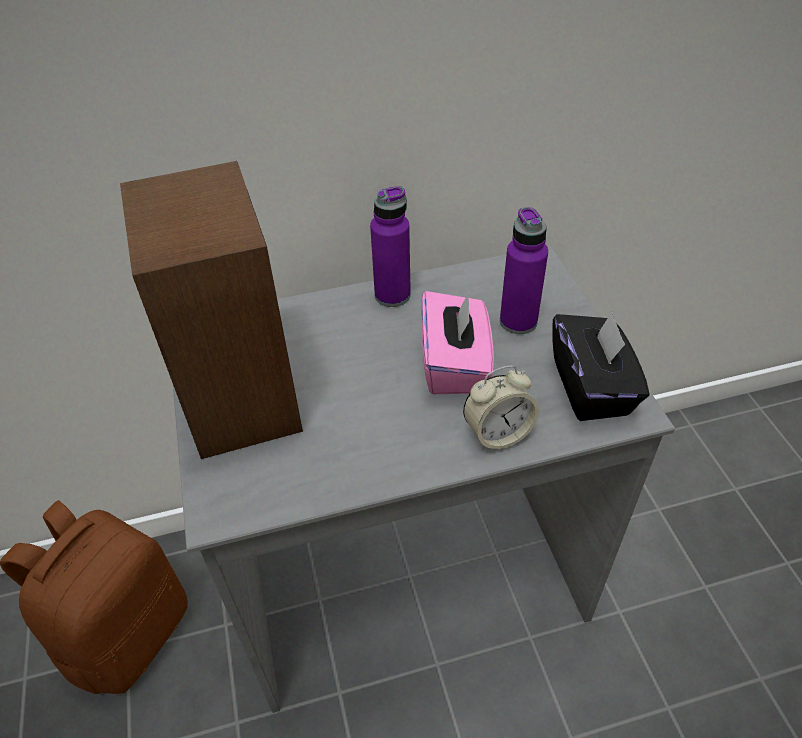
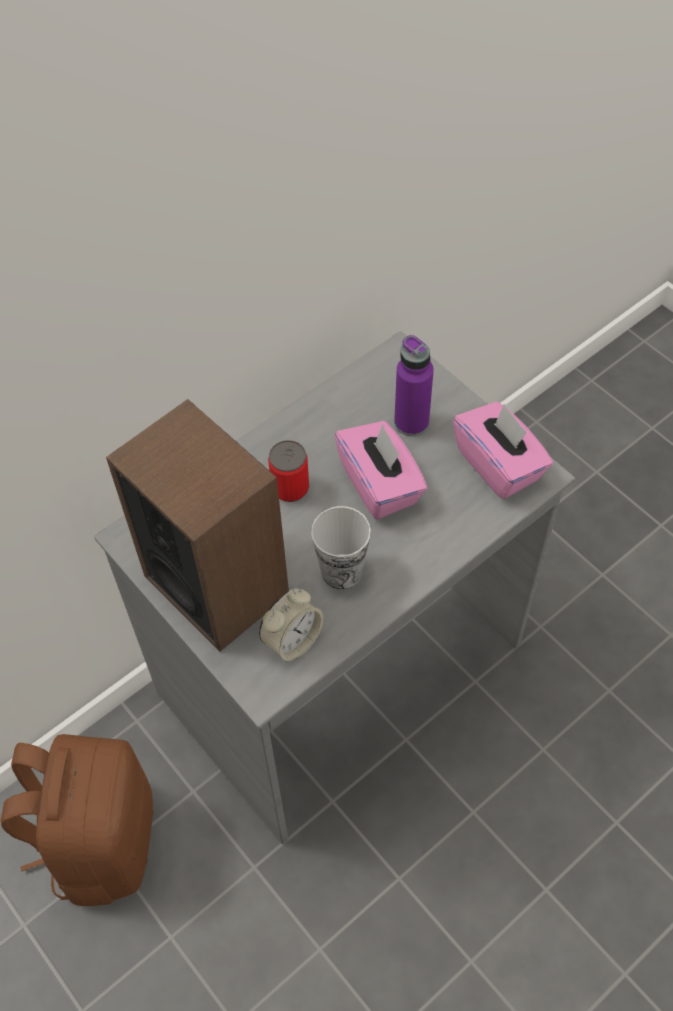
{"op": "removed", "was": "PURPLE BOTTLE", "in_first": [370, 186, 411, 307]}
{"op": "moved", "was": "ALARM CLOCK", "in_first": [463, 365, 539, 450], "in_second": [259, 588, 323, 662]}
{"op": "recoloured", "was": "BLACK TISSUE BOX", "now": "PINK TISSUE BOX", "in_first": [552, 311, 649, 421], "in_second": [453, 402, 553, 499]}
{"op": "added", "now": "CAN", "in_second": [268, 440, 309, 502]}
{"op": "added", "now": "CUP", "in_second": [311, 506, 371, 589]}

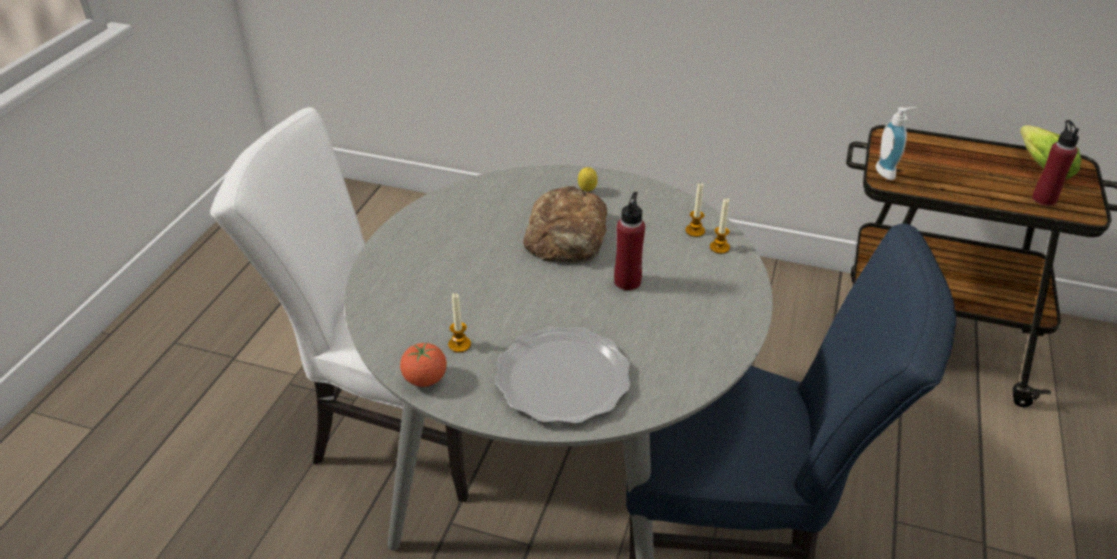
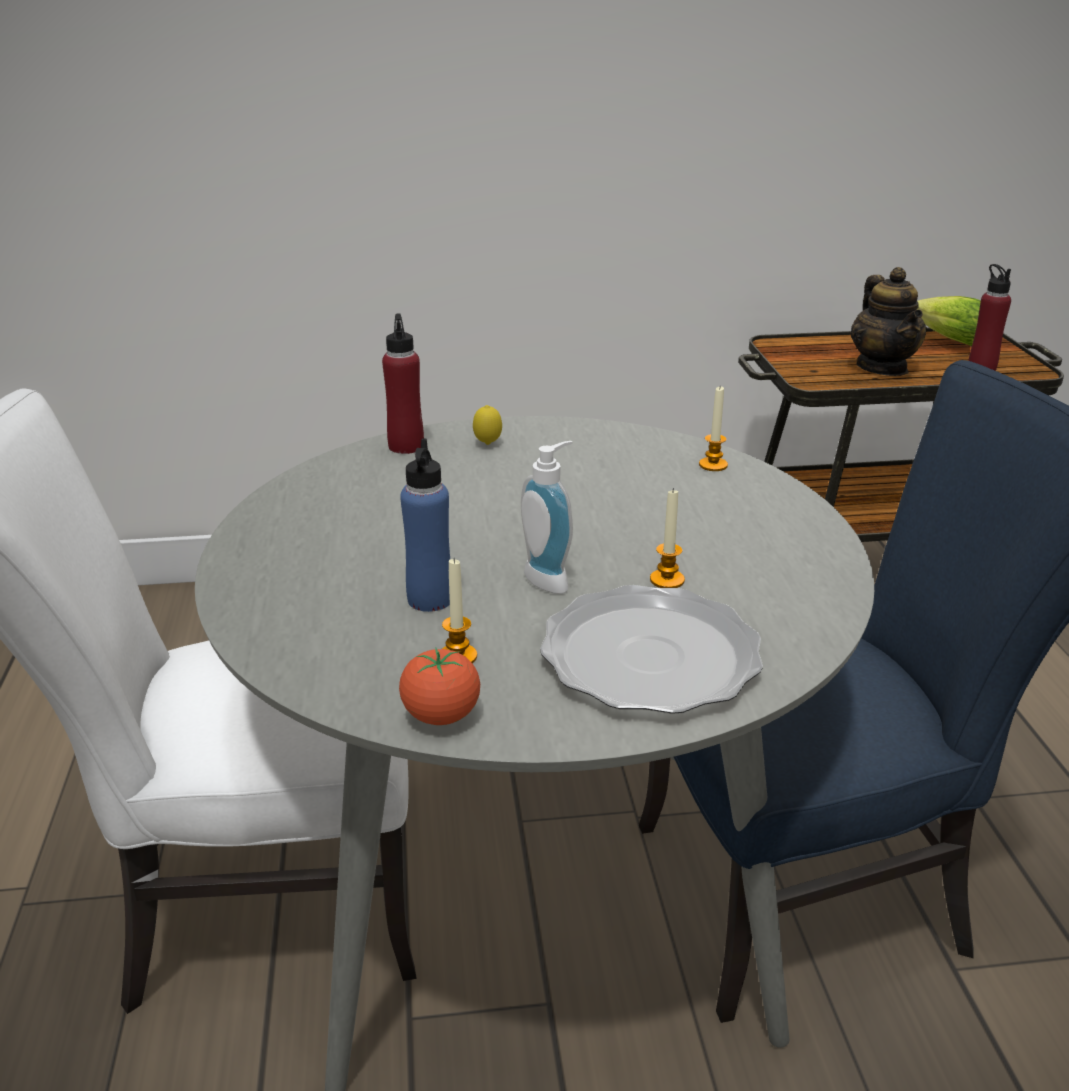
{"op": "removed", "was": "BREAD", "in_first": [523, 186, 607, 263]}
{"op": "moved", "was": "RED BOTTLE", "in_first": [614, 192, 645, 290], "in_second": [382, 314, 424, 454]}
{"op": "moved", "was": "CANDLE", "in_first": [685, 183, 705, 237], "in_second": [650, 488, 685, 588]}
{"op": "moved", "was": "SOAP DISPENSER", "in_first": [876, 107, 916, 180], "in_second": [521, 441, 573, 594]}
{"op": "added", "now": "BLUE BOTTLE", "in_second": [400, 438, 450, 612]}
{"op": "added", "now": "TEAPOT", "in_second": [851, 267, 927, 376]}

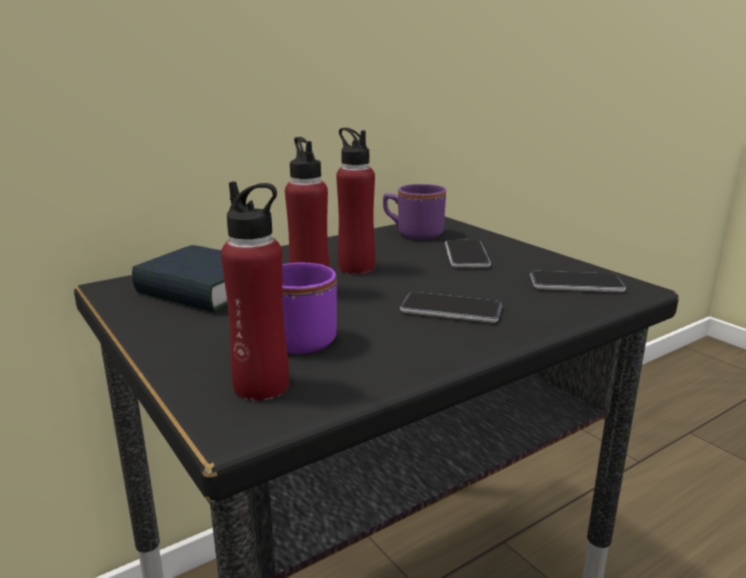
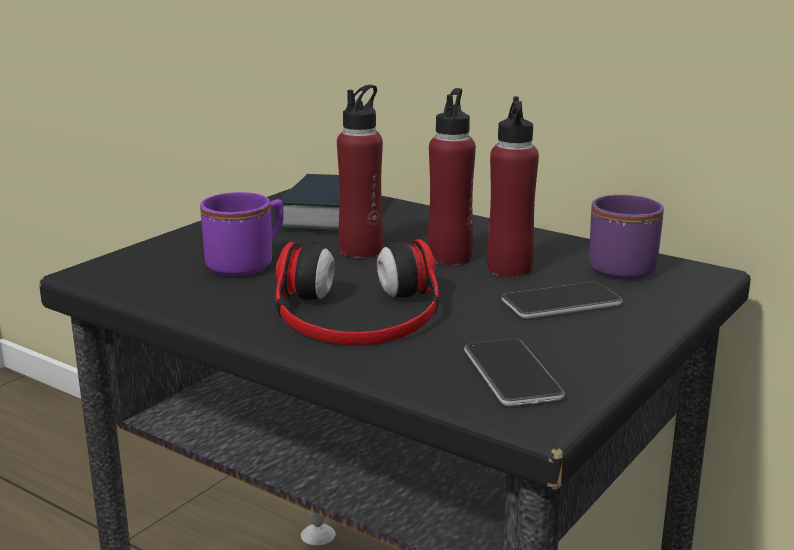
{"op": "moved", "was": "RED BOTTLE", "in_first": [221, 182, 289, 401], "in_second": [487, 96, 539, 277]}
{"op": "replaced", "was": "PHONE", "now": "HEADPHONES", "in_first": [400, 292, 502, 323], "in_second": [276, 239, 439, 345]}

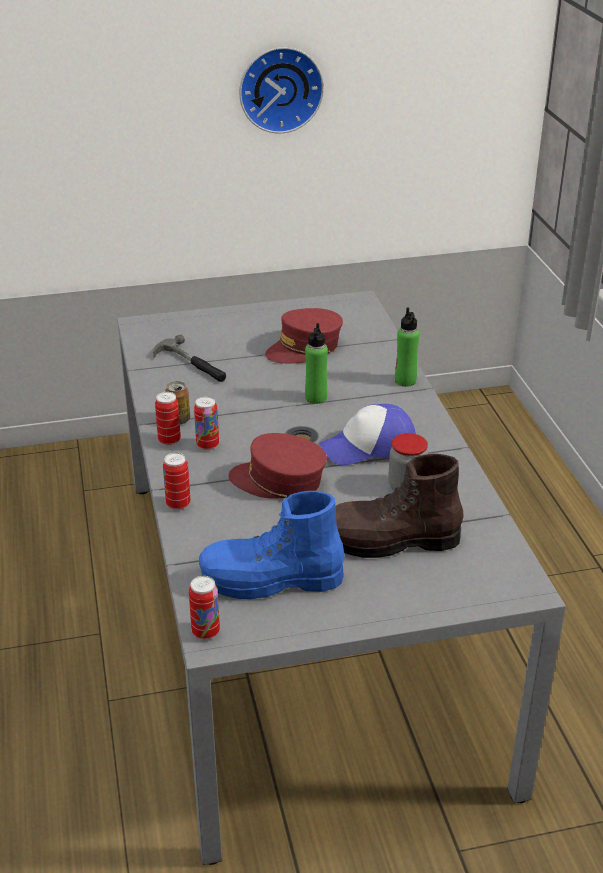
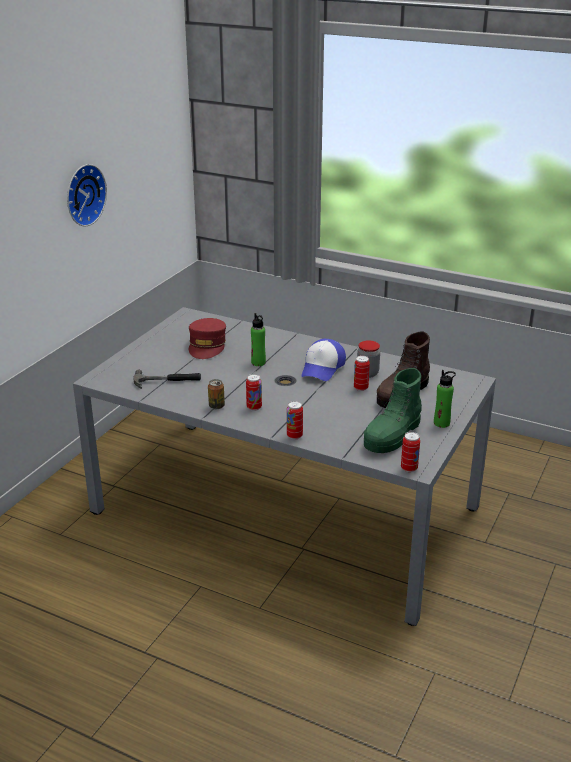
{"op": "moved", "was": "CAN", "in_first": [155, 392, 181, 445], "in_second": [354, 355, 370, 391]}
{"op": "recoloured", "was": "BLUE BOOT", "now": "GREEN BOOT", "in_first": [199, 491, 345, 599], "in_second": [364, 368, 422, 453]}
{"op": "removed", "was": "RED CAP", "in_first": [228, 433, 327, 499]}
{"op": "moved", "was": "GREEN BOTTLE", "in_first": [395, 307, 420, 387], "in_second": [434, 370, 456, 428]}

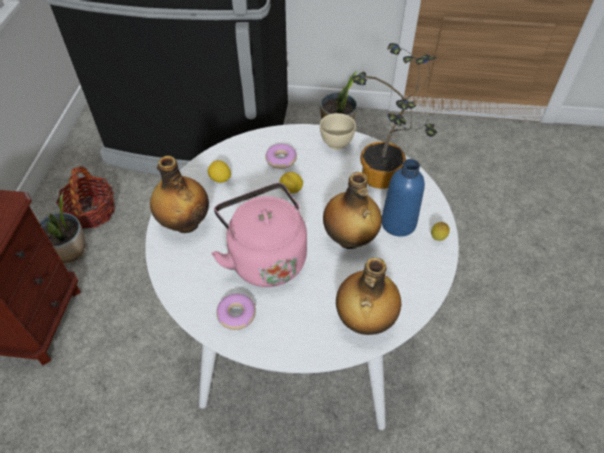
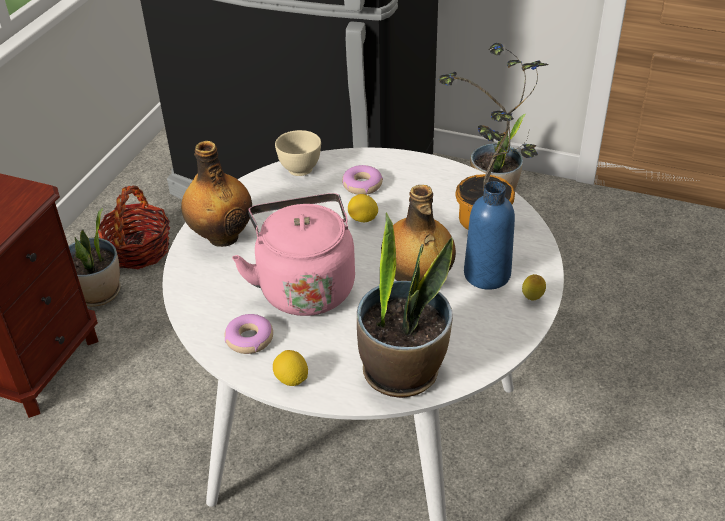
{"op": "moved", "was": "LEMON", "in_first": [208, 160, 231, 183], "in_second": [273, 350, 308, 386]}
{"op": "moved", "was": "BEIGE BOWL", "in_first": [320, 113, 356, 150], "in_second": [275, 130, 321, 176]}
{"op": "replaced", "was": "BOTTLE", "now": "POTTED PLANT", "in_first": [336, 258, 402, 335], "in_second": [357, 213, 453, 398]}

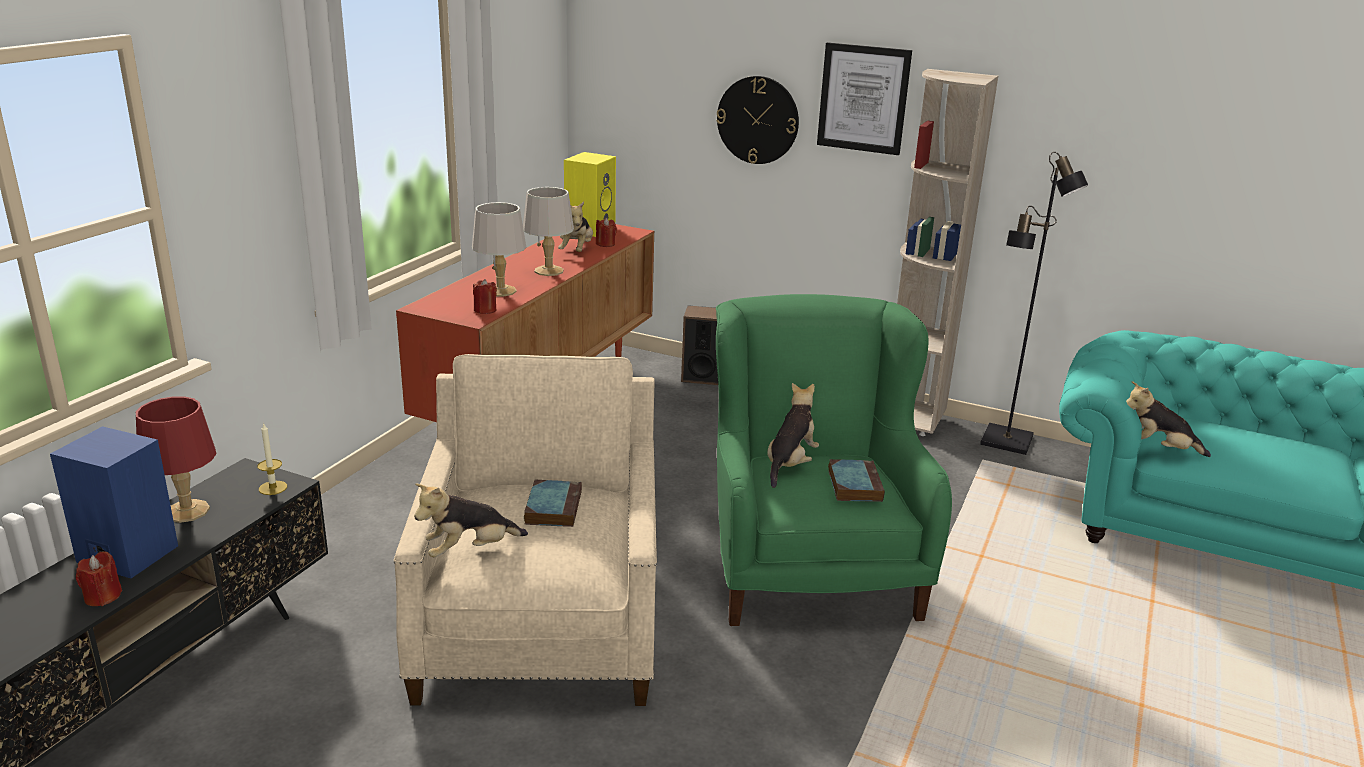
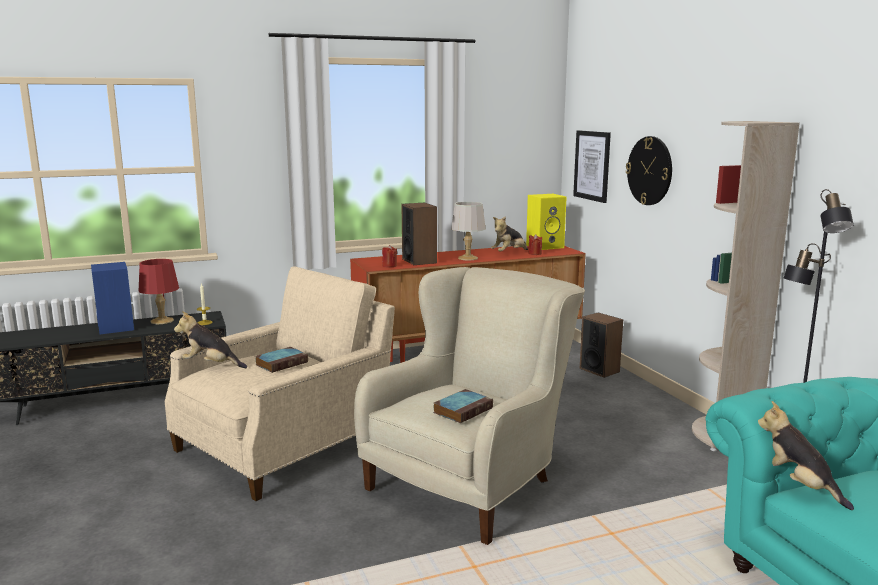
{"op": "removed", "was": "RED CANDLE", "in_first": [76, 551, 122, 606]}
{"op": "replaced", "was": "GREY TABLE LAMP", "now": "SPEAKER", "in_first": [472, 202, 526, 297], "in_second": [401, 202, 437, 265]}
{"op": "recoloured", "was": "GREEN ARMCHAIR", "now": "BEIGE ARMCHAIR", "in_first": [716, 294, 952, 626], "in_second": [354, 267, 585, 545]}
{"op": "removed", "was": "PLUSH TOY", "in_first": [767, 383, 819, 488]}
{"op": "moved", "was": "PICTURE", "in_first": [817, 42, 912, 155], "in_second": [573, 130, 611, 203]}

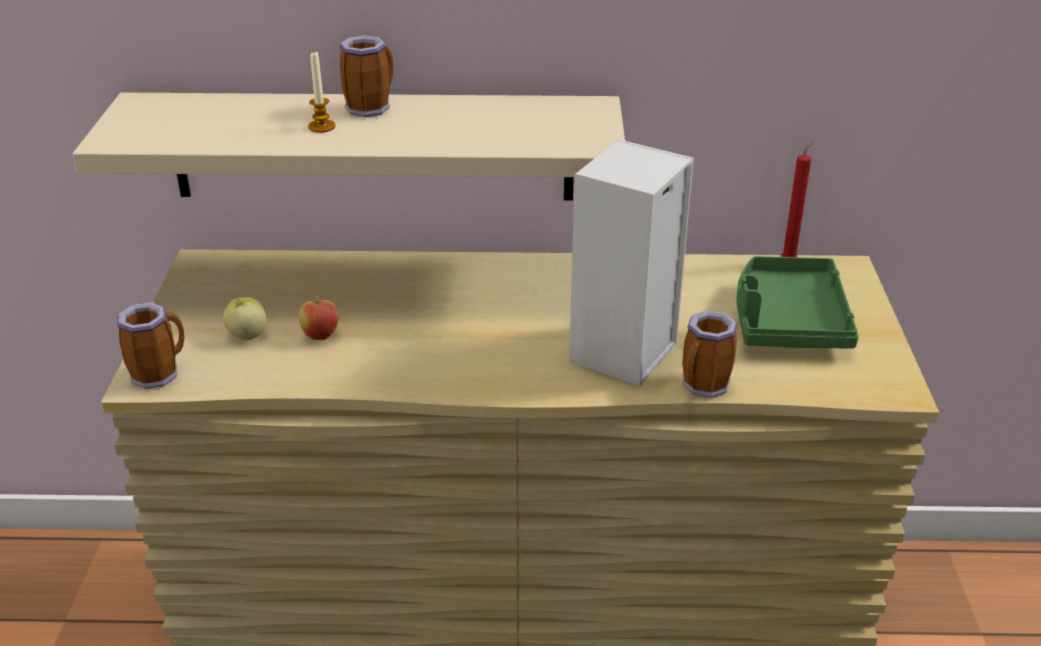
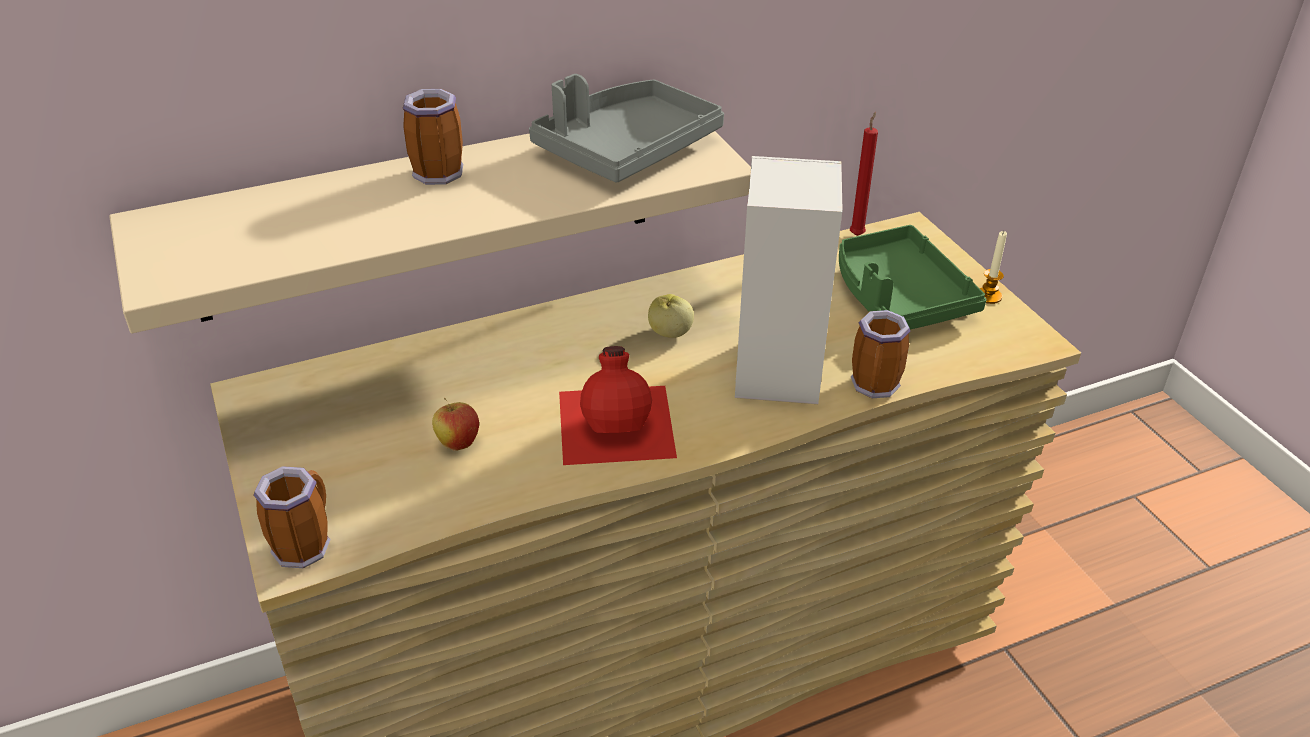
{"op": "moved", "was": "APPLE", "in_first": [223, 297, 267, 340], "in_second": [648, 294, 694, 338]}
{"op": "moved", "was": "CANDLE", "in_first": [308, 52, 335, 133], "in_second": [980, 231, 1007, 304]}
{"op": "added", "now": "GREY TRAY", "in_second": [529, 74, 724, 183]}
{"op": "added", "now": "RED BOTTLE", "in_second": [559, 346, 677, 465]}

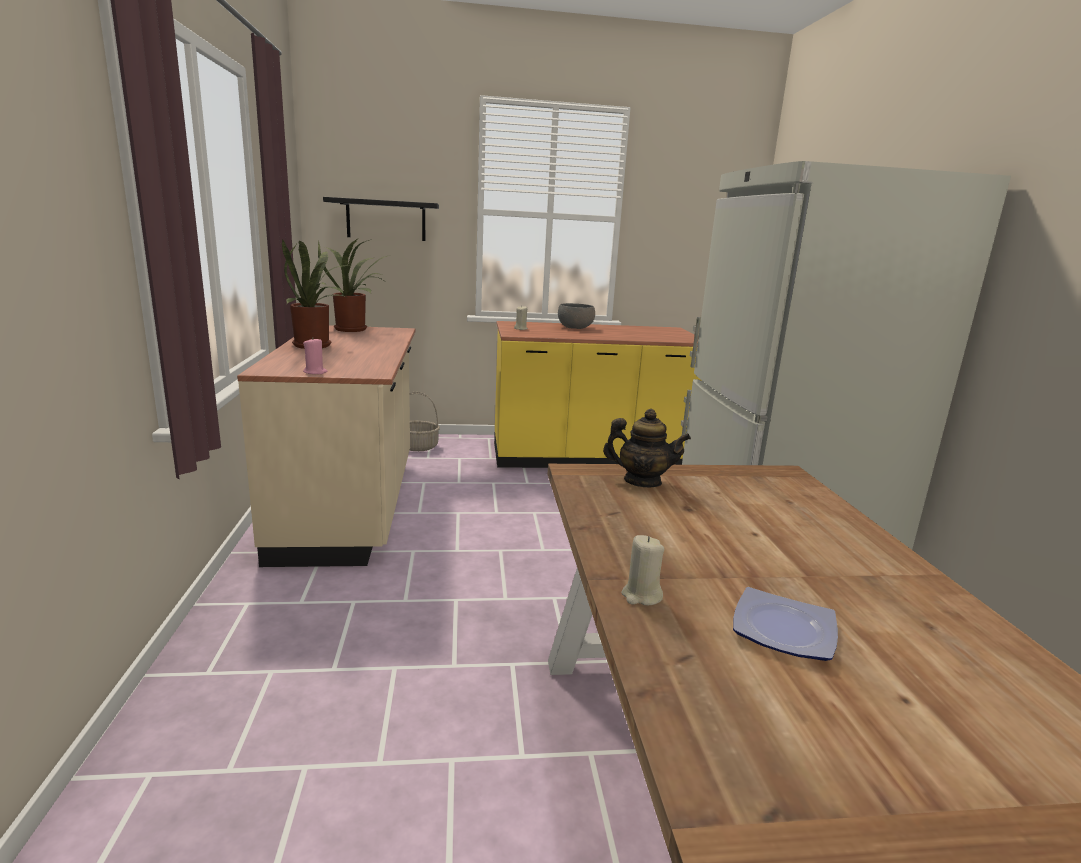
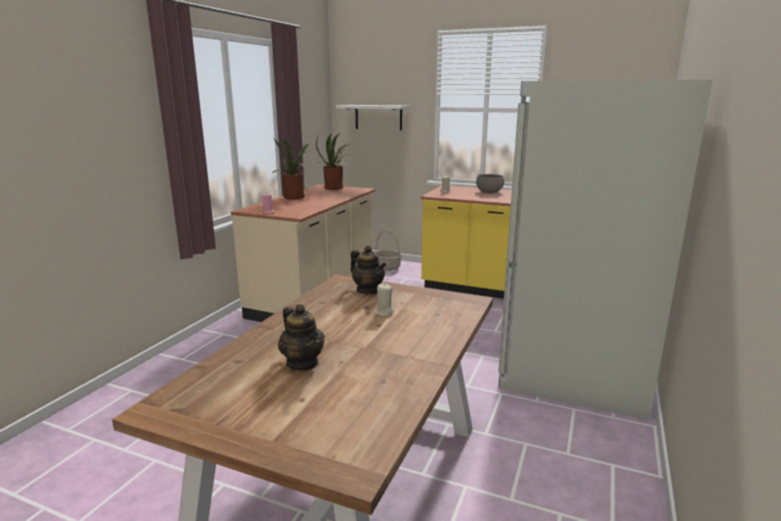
{"op": "recoloured", "was": "BLACK SHELF", "now": "WHITE SHELF", "in_first": [323, 197, 439, 241], "in_second": [336, 105, 411, 130]}
{"op": "moved", "was": "BEIGE CANDLE", "in_first": [621, 535, 664, 606], "in_second": [374, 283, 394, 316]}
{"op": "replaced", "was": "PLATE", "now": "TEAPOT", "in_first": [733, 587, 838, 661], "in_second": [278, 304, 325, 370]}

